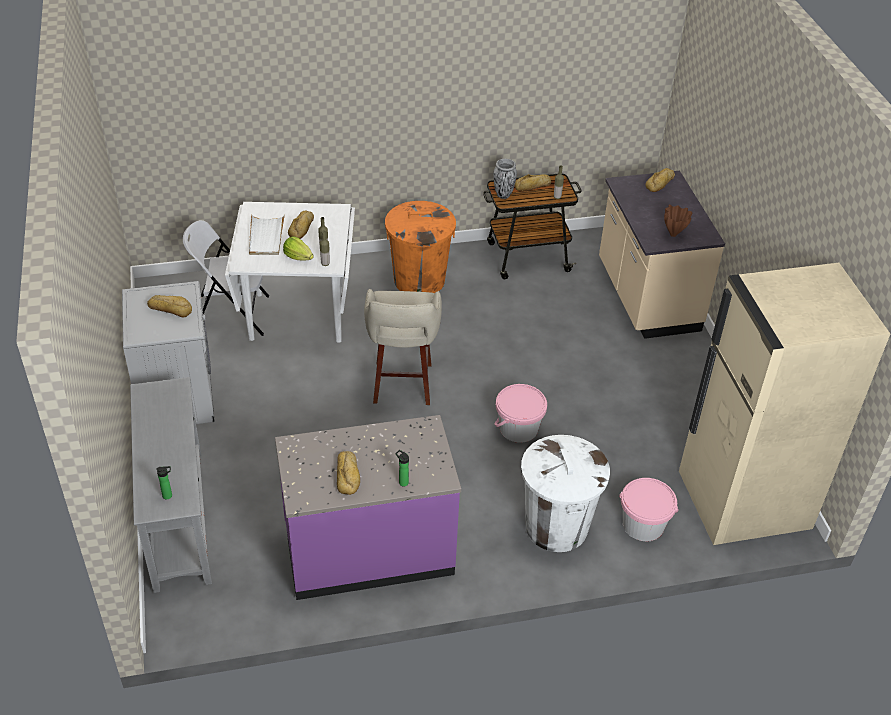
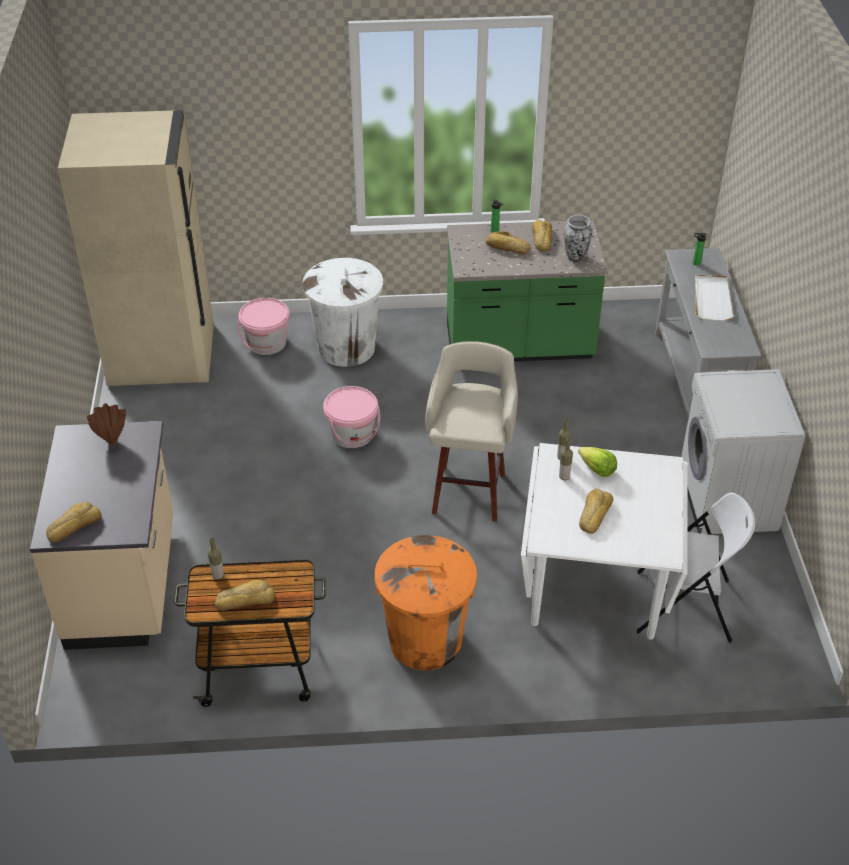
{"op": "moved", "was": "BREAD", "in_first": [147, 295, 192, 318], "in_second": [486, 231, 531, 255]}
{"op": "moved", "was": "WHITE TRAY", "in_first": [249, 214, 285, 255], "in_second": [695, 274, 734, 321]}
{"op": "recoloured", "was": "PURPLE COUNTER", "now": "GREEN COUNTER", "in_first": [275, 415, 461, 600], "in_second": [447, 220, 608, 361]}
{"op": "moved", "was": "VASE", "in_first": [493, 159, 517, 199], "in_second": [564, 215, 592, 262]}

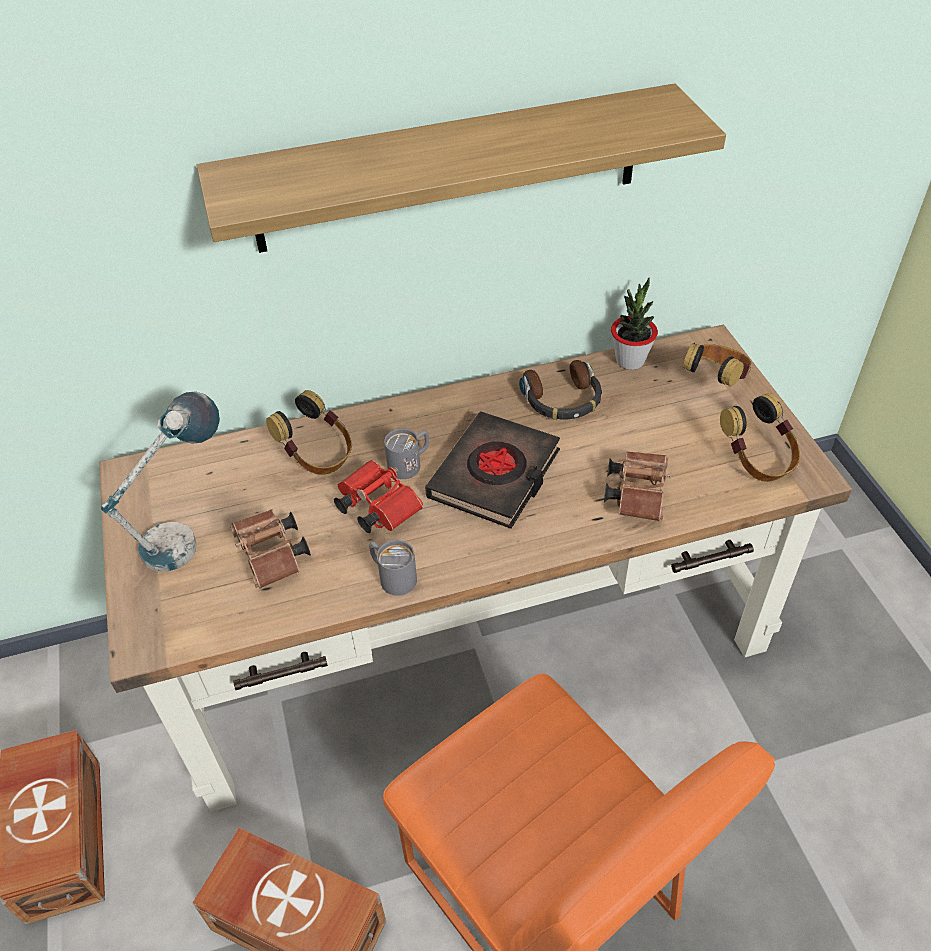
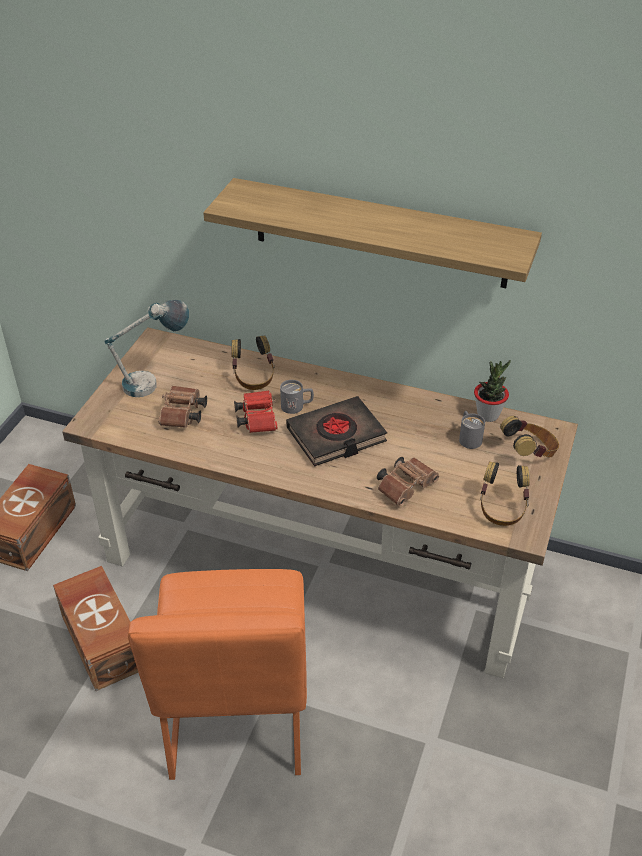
{"op": "moved", "was": "GREY MUG", "in_first": [369, 540, 417, 596], "in_second": [459, 411, 485, 449]}
{"op": "removed", "was": "HEADPHONES", "in_first": [519, 360, 602, 420]}

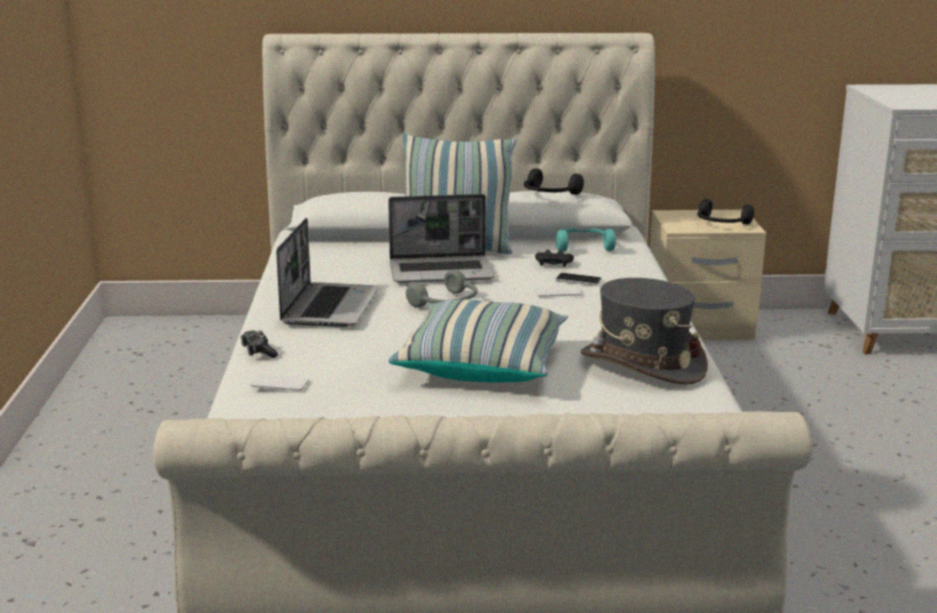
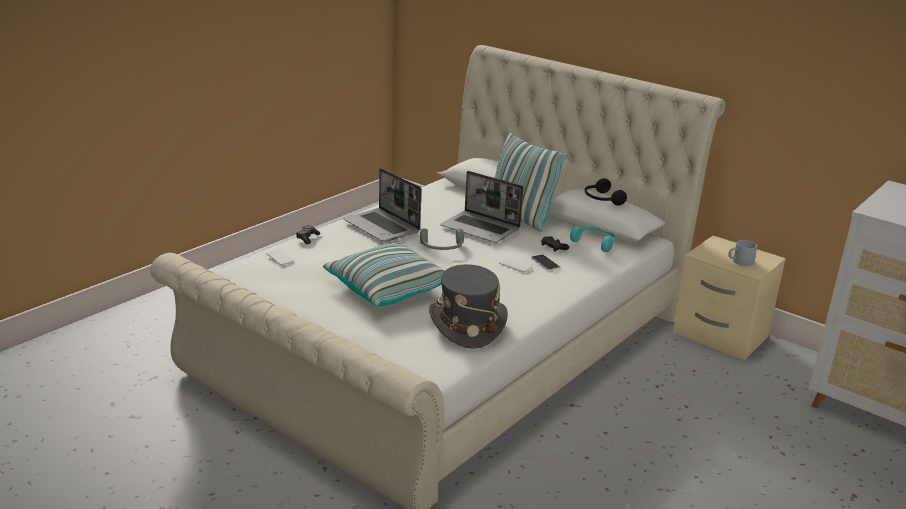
{"op": "turned", "was": "LAPTOP", "in_first": [276, 218, 379, 327], "in_second": [343, 168, 421, 242], "clockwise": 90}
{"op": "replaced", "was": "BLACK HEADPHONES", "now": "GREY MUG", "in_first": [697, 199, 754, 224], "in_second": [728, 240, 757, 266]}

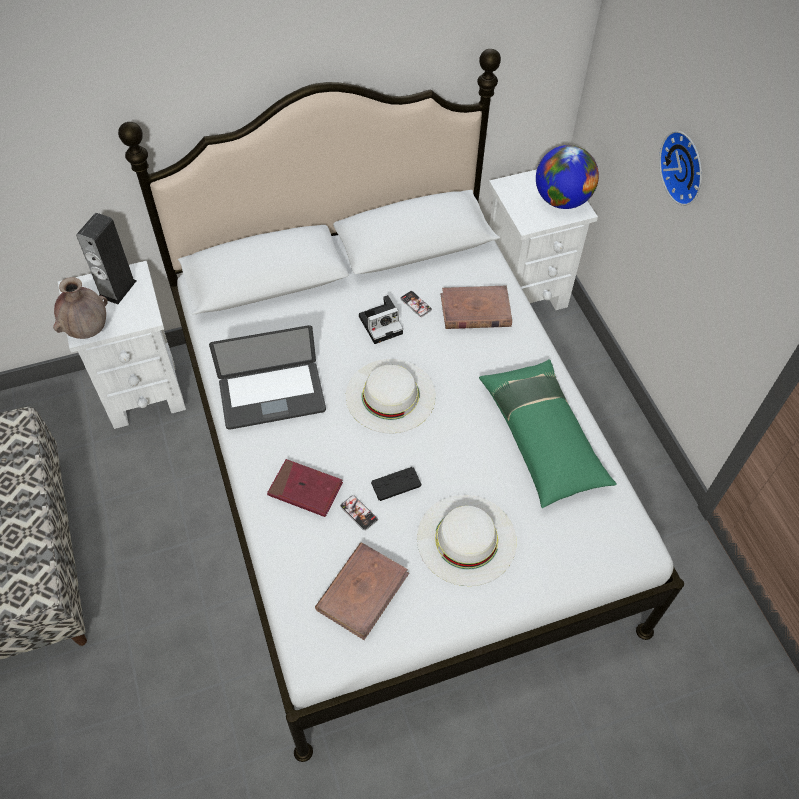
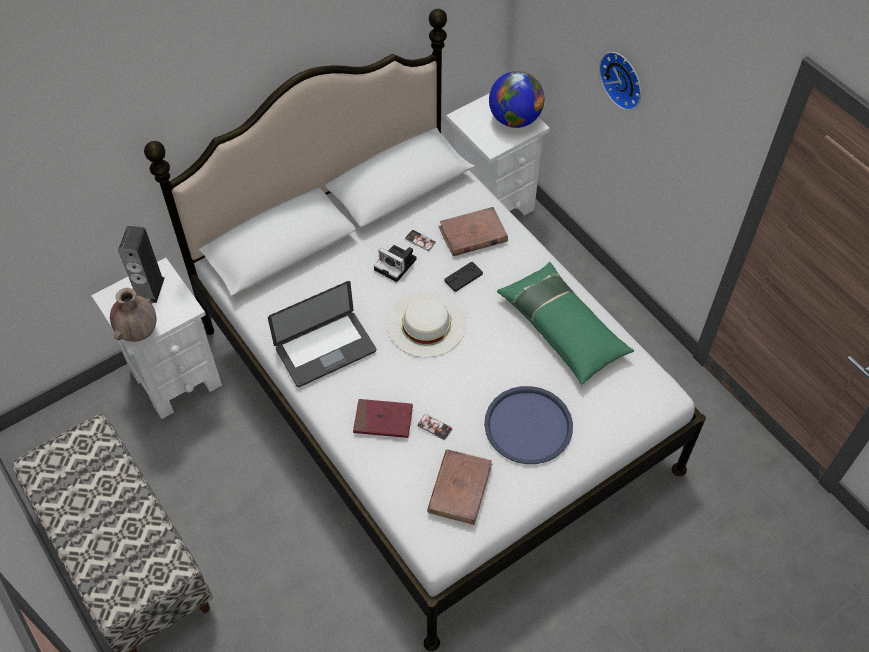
{"op": "turned", "was": "PHOTO CAMERA", "in_first": [359, 295, 403, 344], "in_second": [374, 245, 416, 282], "clockwise": 75}
{"op": "moved", "was": "BLACK GAME CONTROLLER", "in_first": [371, 467, 421, 501], "in_second": [444, 262, 483, 291]}
{"op": "replaced", "was": "WHITE HAT", "now": "BLUE TRAY", "in_first": [417, 495, 517, 586], "in_second": [484, 386, 573, 464]}

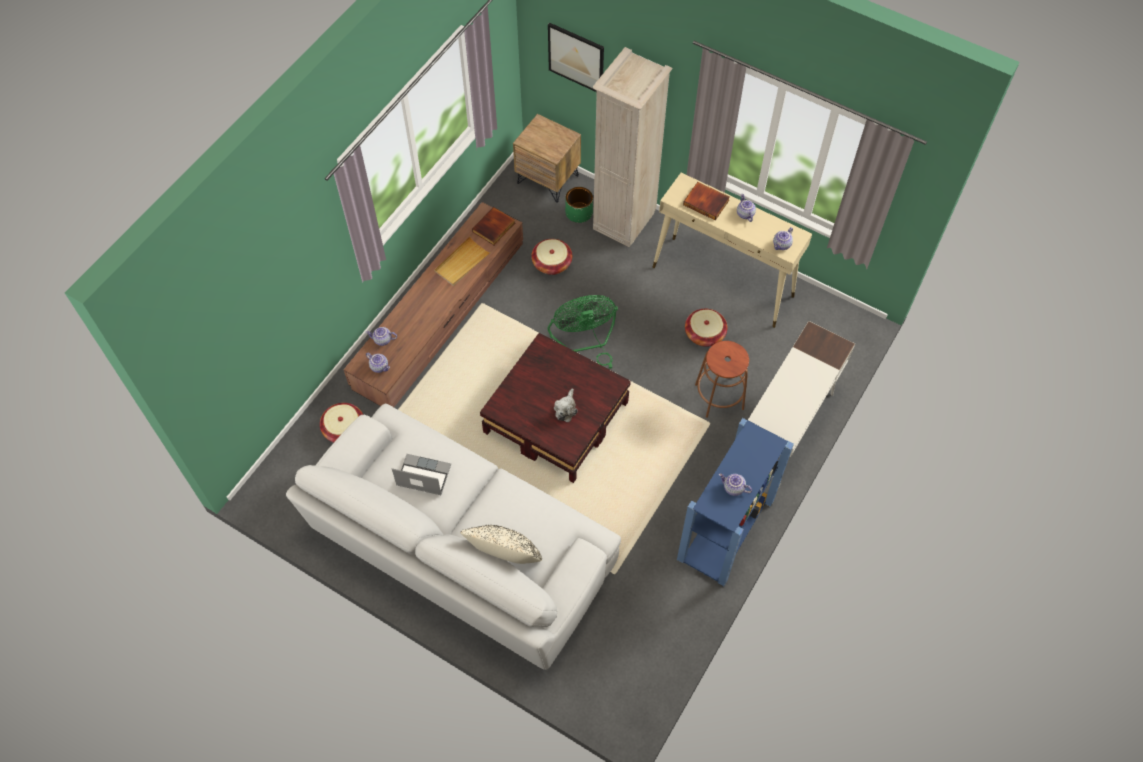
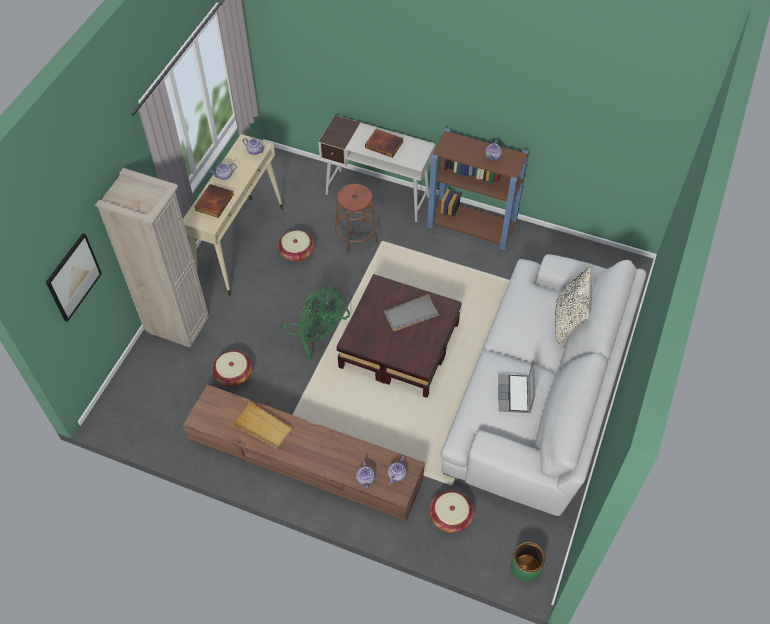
{"op": "moved", "was": "BOOK", "in_first": [472, 207, 515, 245], "in_second": [365, 129, 404, 158]}
{"op": "removed", "was": "BROWN NIGHTSTAND", "in_first": [513, 114, 581, 203]}
{"op": "turned", "was": "GREEN FAN", "in_first": [547, 295, 618, 369], "in_second": [282, 287, 350, 359], "clockwise": -120}
{"op": "replaced", "was": "PLUSH TOY", "now": "GREY TRAY", "in_first": [554, 389, 578, 422], "in_second": [384, 294, 439, 331]}
{"op": "moved", "was": "GREEN PLANTER", "in_first": [565, 187, 593, 223], "in_second": [511, 542, 545, 582]}
{"op": "recoloured", "was": "BLUE BOOKCASE", "now": "BROWN BOOKCASE", "in_first": [677, 418, 794, 586], "in_second": [427, 128, 529, 250]}

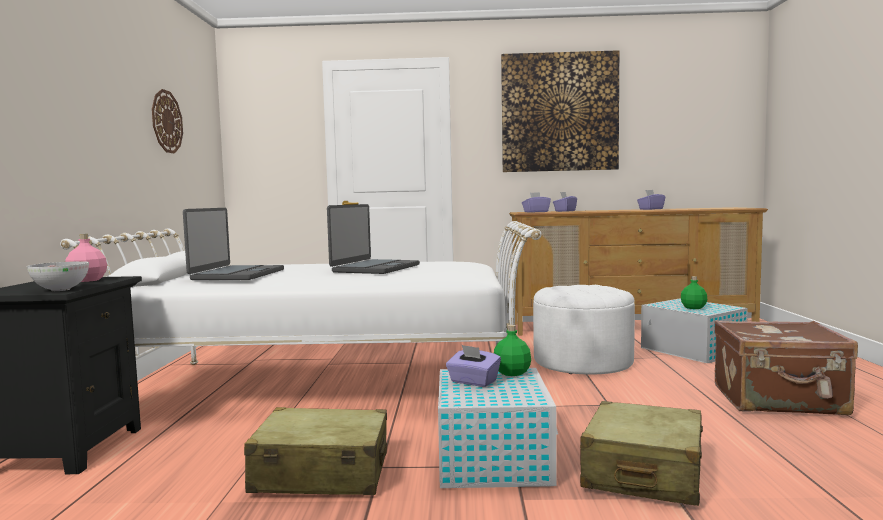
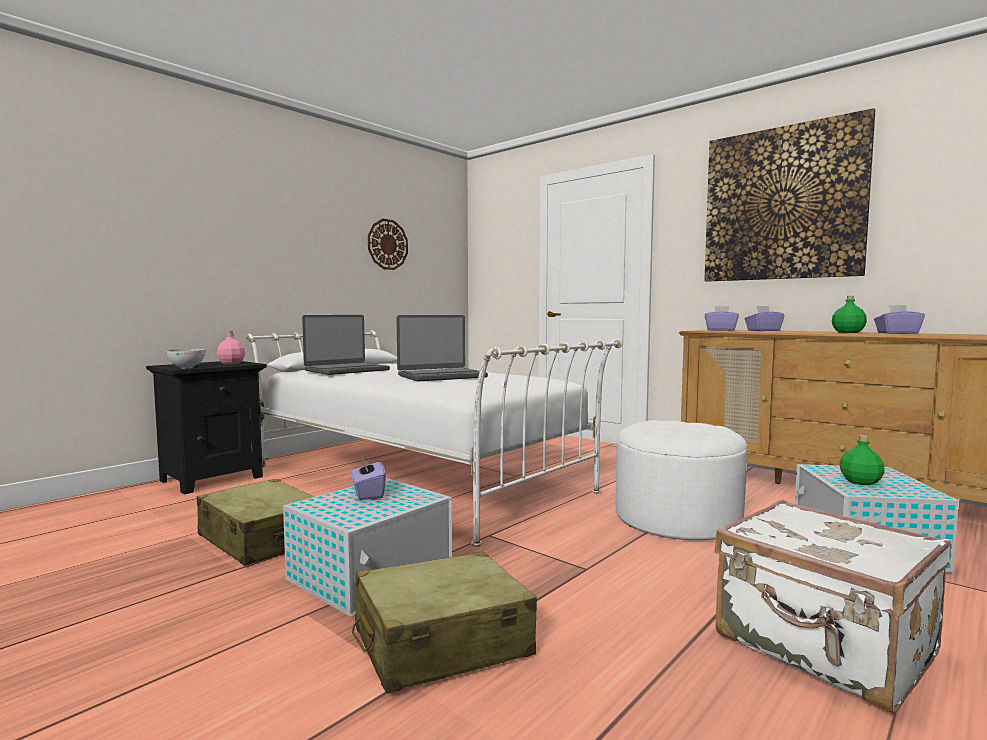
{"op": "moved", "was": "GREEN BOTTLE", "in_first": [494, 325, 531, 376], "in_second": [832, 296, 867, 333]}
{"op": "recoloured", "was": "BROWN SUITCASE", "now": "WHITE SUITCASE", "in_first": [714, 320, 858, 415], "in_second": [715, 500, 951, 713]}

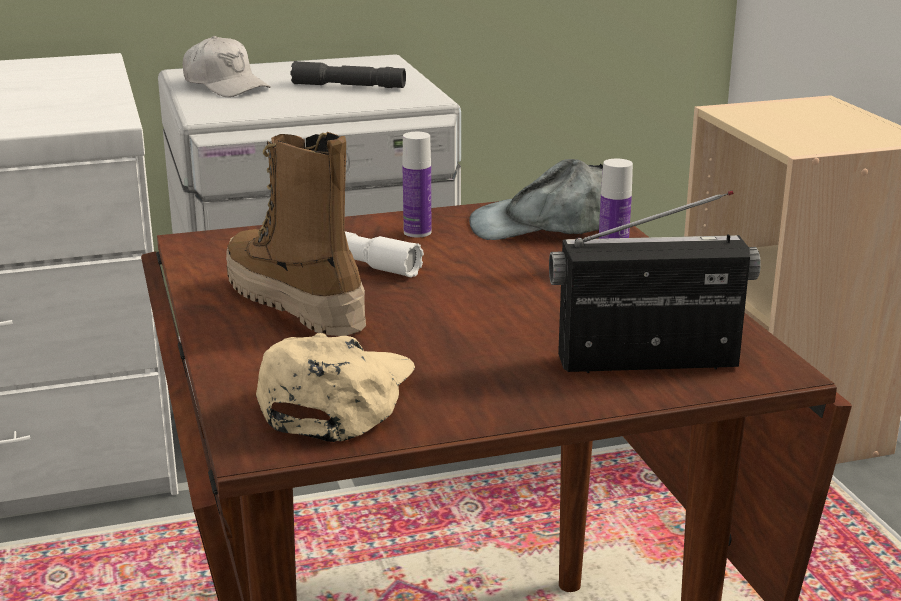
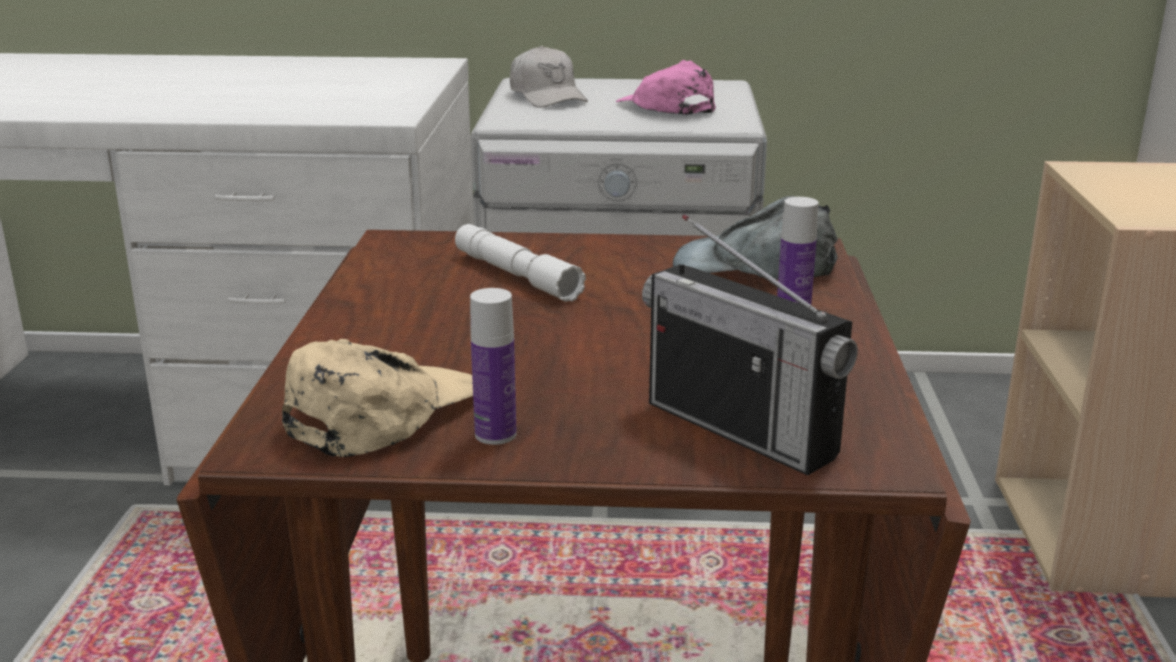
{"op": "removed", "was": "BOOT", "in_first": [226, 132, 366, 336]}
{"op": "replaced", "was": "GREY FLASHLIGHT", "now": "PINK CAP", "in_first": [291, 61, 406, 88], "in_second": [616, 60, 716, 115]}
{"op": "moved", "was": "BOTTLE", "in_first": [402, 132, 431, 238], "in_second": [470, 288, 516, 445]}
{"op": "turned", "was": "RADIO", "in_first": [549, 191, 761, 373], "in_second": [642, 214, 858, 475], "clockwise": -150}

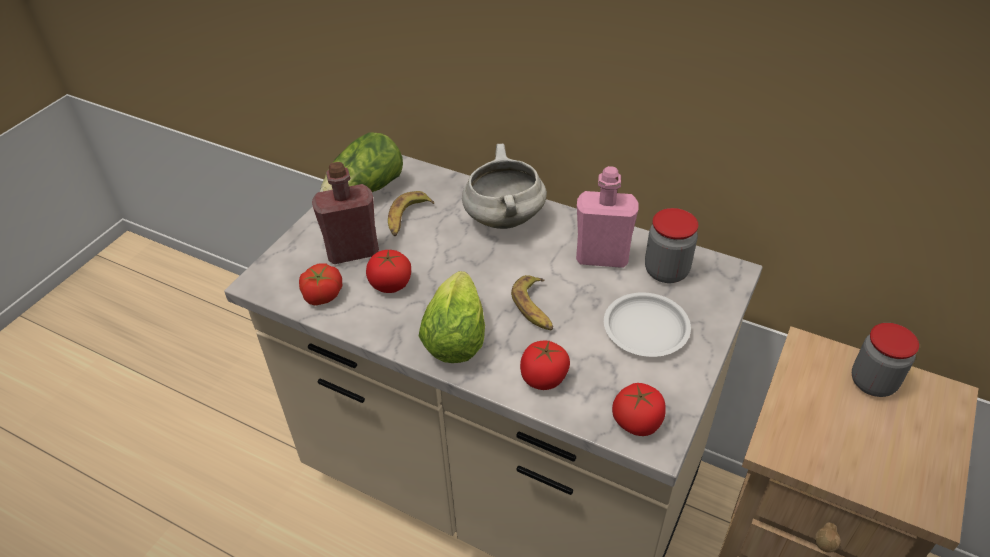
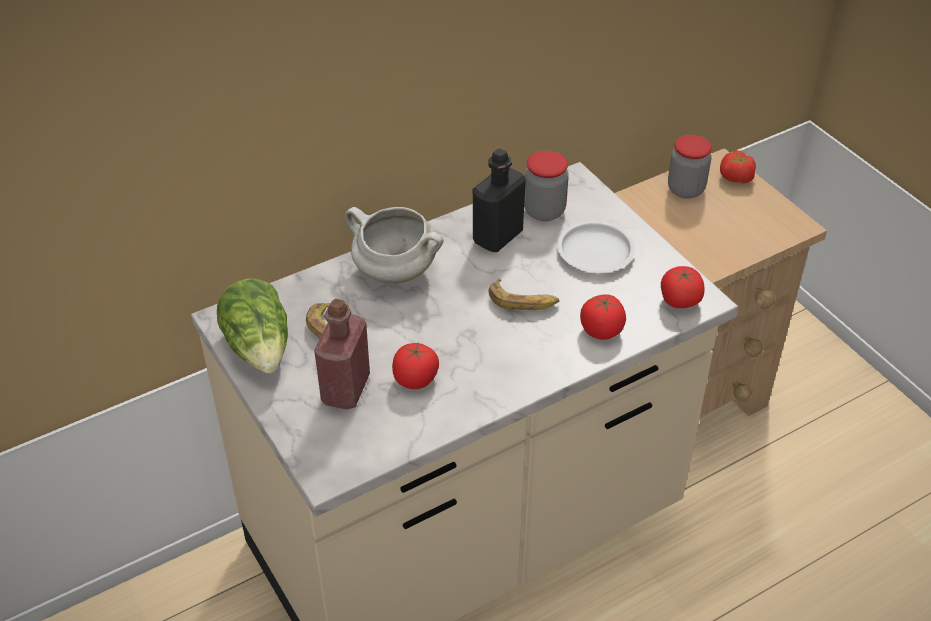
{"op": "moved", "was": "TOMATO", "in_first": [299, 263, 342, 306], "in_second": [720, 150, 756, 183]}
{"op": "removed", "was": "LETTUCE", "in_first": [419, 271, 485, 363]}
{"op": "recoloured", "was": "PINK BOTTLE", "now": "BLACK BOTTLE", "in_first": [576, 166, 638, 268], "in_second": [473, 148, 526, 252]}

